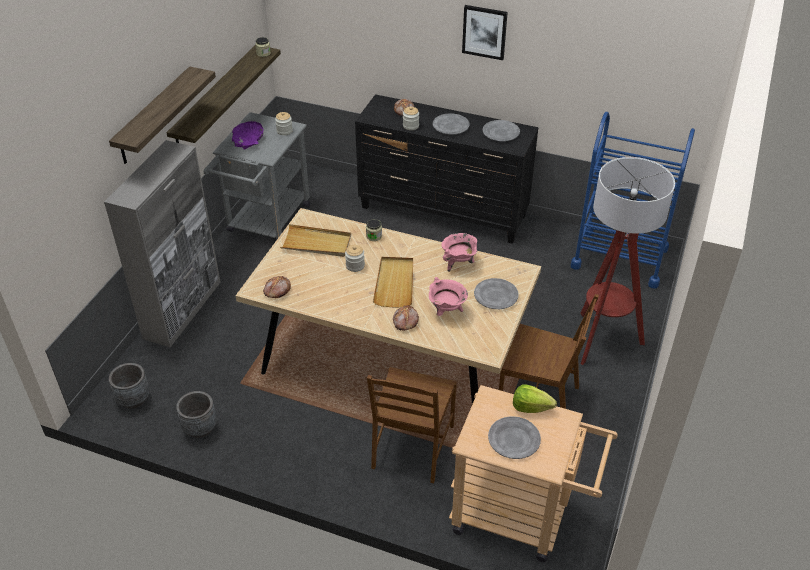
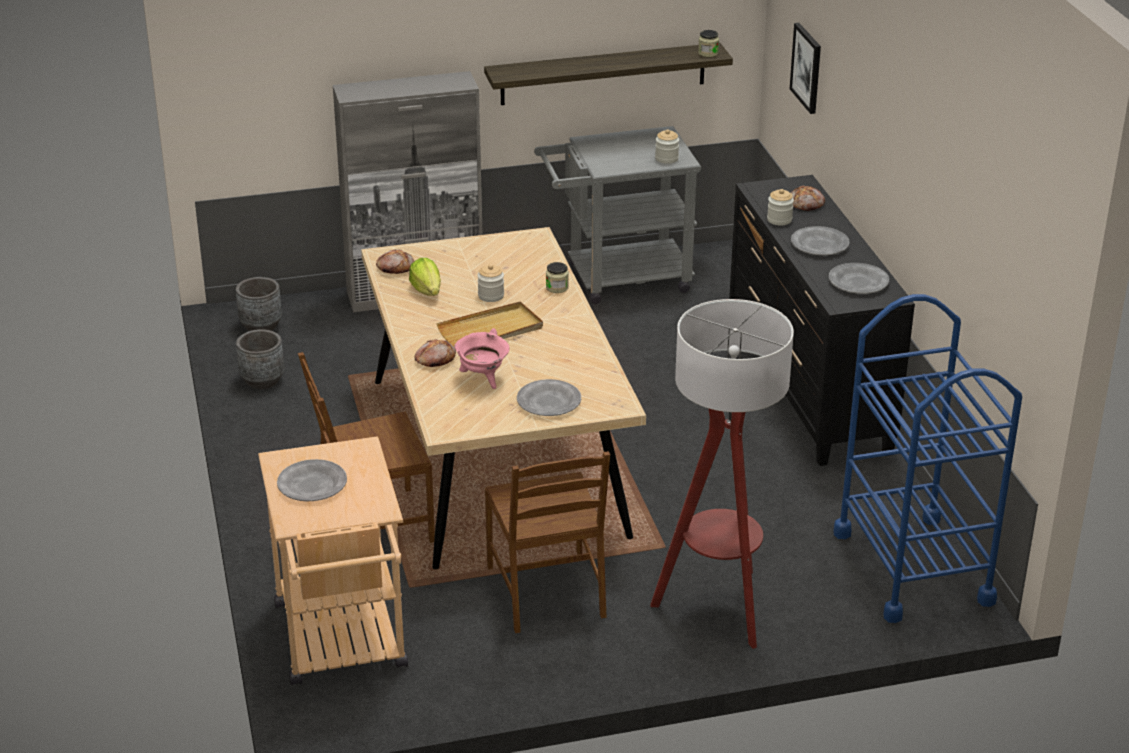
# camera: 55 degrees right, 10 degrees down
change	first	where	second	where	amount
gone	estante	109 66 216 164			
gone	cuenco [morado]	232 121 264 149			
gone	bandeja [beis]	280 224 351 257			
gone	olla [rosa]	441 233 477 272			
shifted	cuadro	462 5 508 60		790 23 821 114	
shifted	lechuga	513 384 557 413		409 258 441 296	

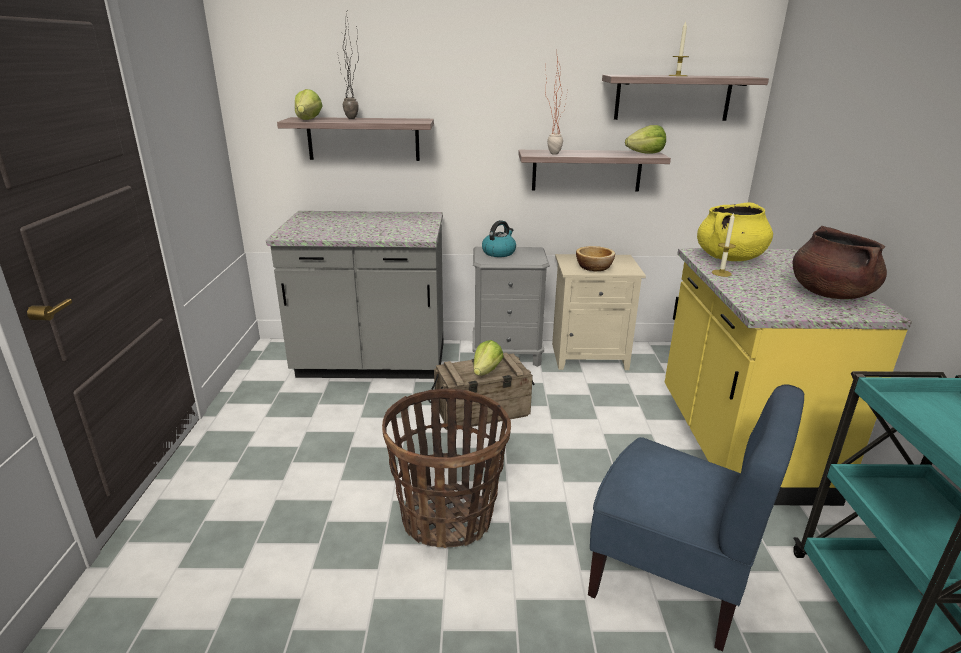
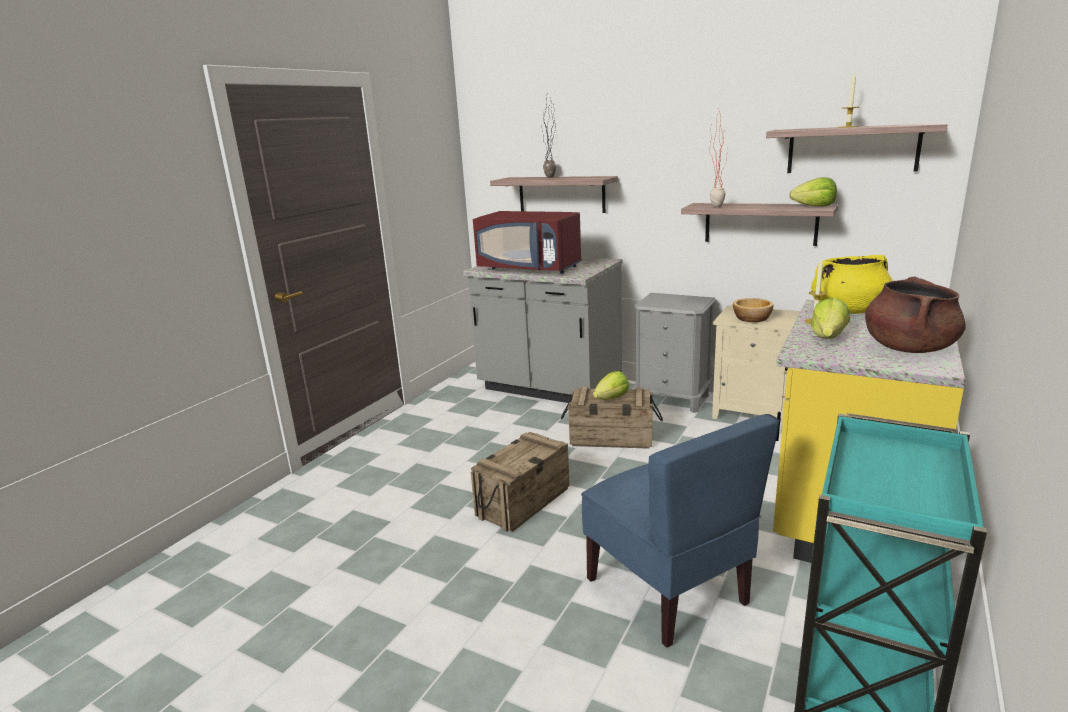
# camera: 30 degrees right, 5 degrees down
change	first	where	second	where	amount
shifted	lechuga	295 89 323 120		811 298 850 339	
swapped	cesta	382 388 511 548	caja de embalaje	471 432 570 532	
gone	hervidor	482 220 516 257			
new			microondas [rojo]	473 211 582 274	

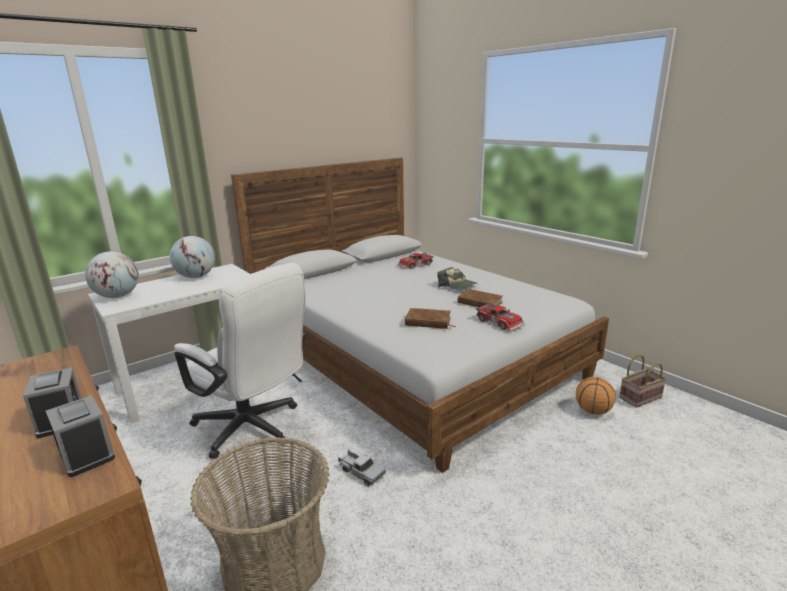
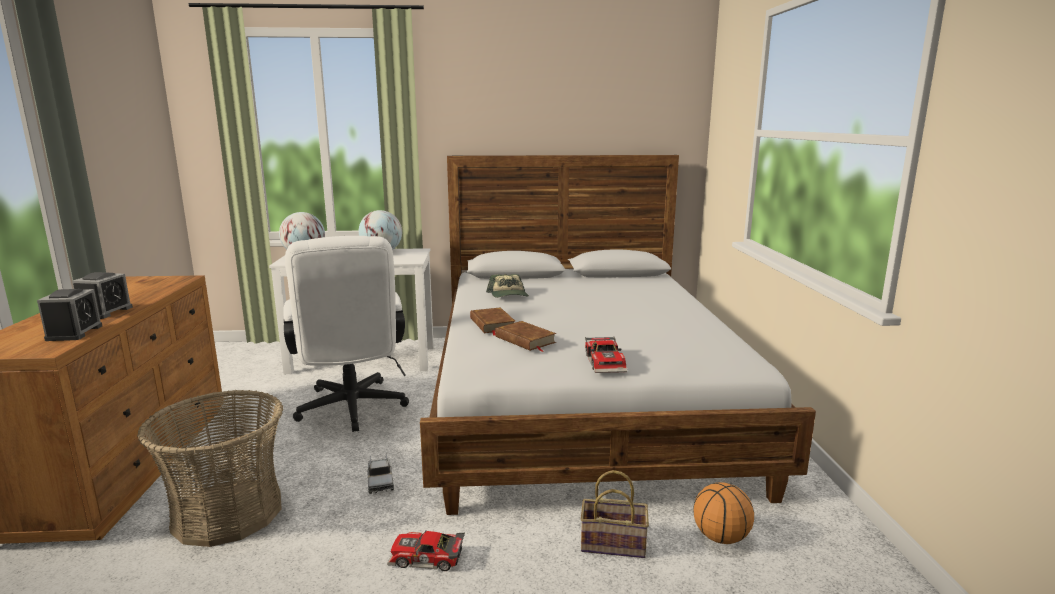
# camera: 35 degrees right, 5 degrees down
change	first	where	second	where	amount
shifted	coche de juguete	398 253 434 269		387 530 465 571	
shifted	gorra	437 267 476 290		486 274 529 298	
shifted	libro [marrón]	458 289 503 307		470 307 515 336	
shifted	cesta	619 354 667 408		581 470 649 558	

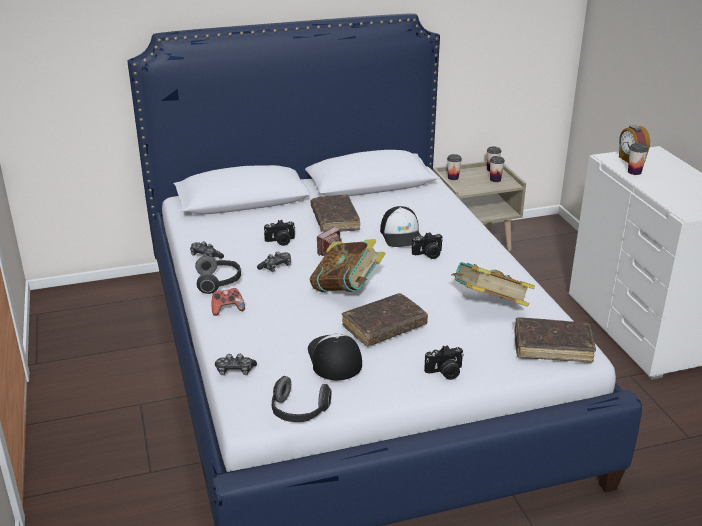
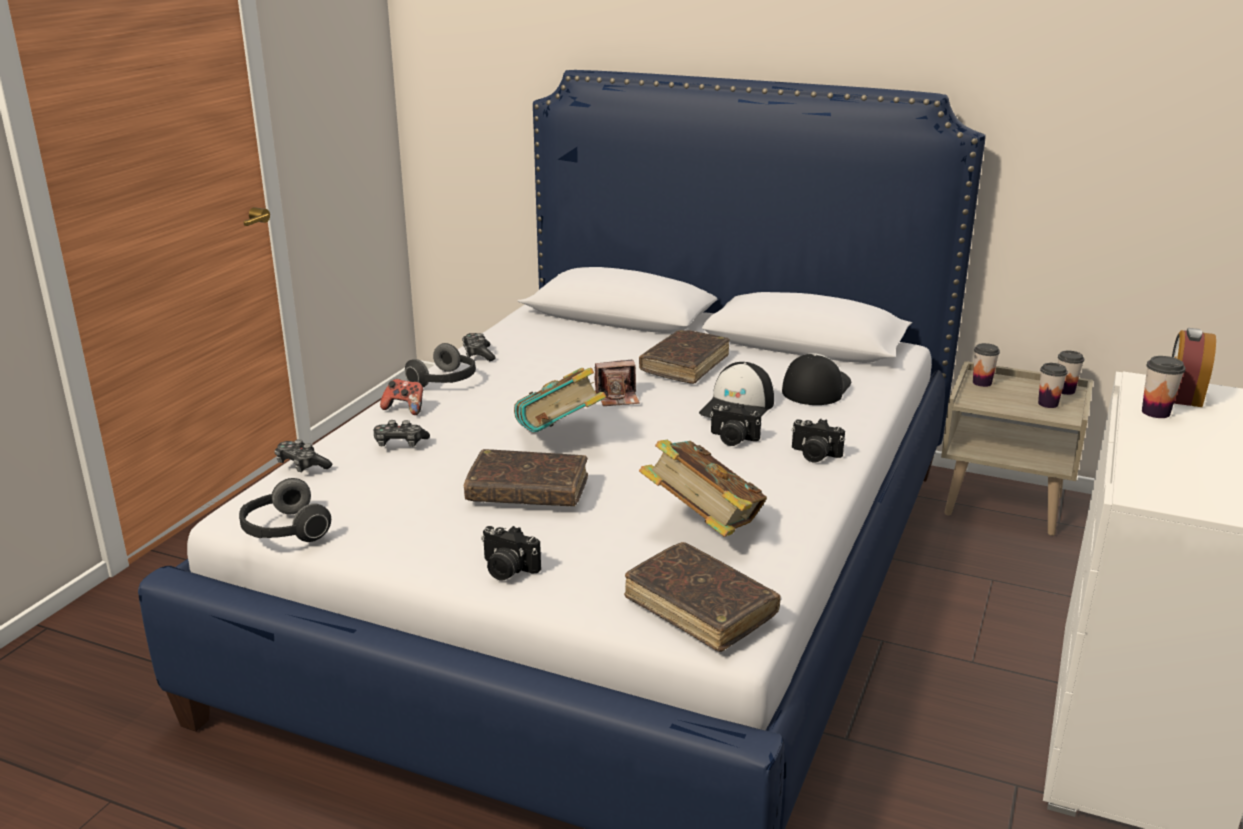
# camera: 40 degrees right, 5 degrees down
change	first	where	second	where	amount
shifted	mando de consola	257 252 291 272		374 420 430 447	
shifted	cámara	264 220 295 246		791 419 845 462	
shifted	gorra	308 334 362 380		782 353 851 405	

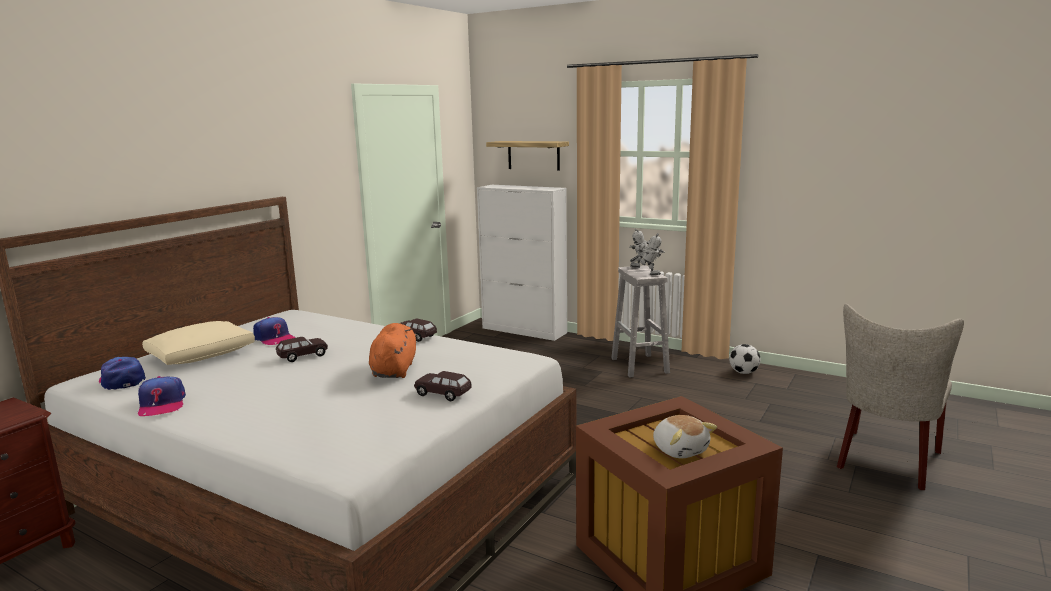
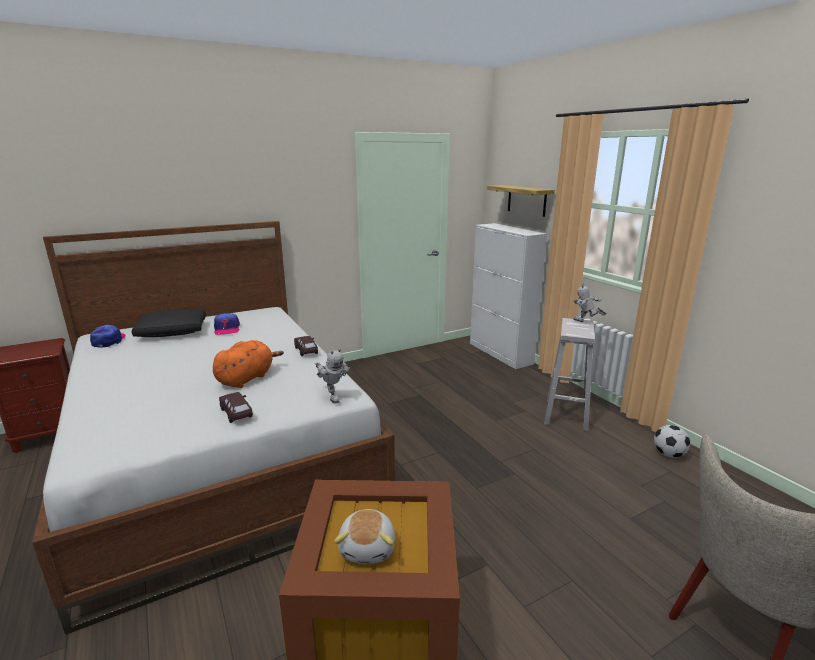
# camera: 30 degrees right, 5 degrees up
change	first	where	second	where	amount
gone	gorra	138 376 186 416			
repainted	cojín [beis]	142 321 255 365	cojín [negro]	132 309 206 337	
gone	coche de juguete [marrón]	276 337 328 362			
shifted	robot de juguete	630 233 665 275		315 348 350 404	

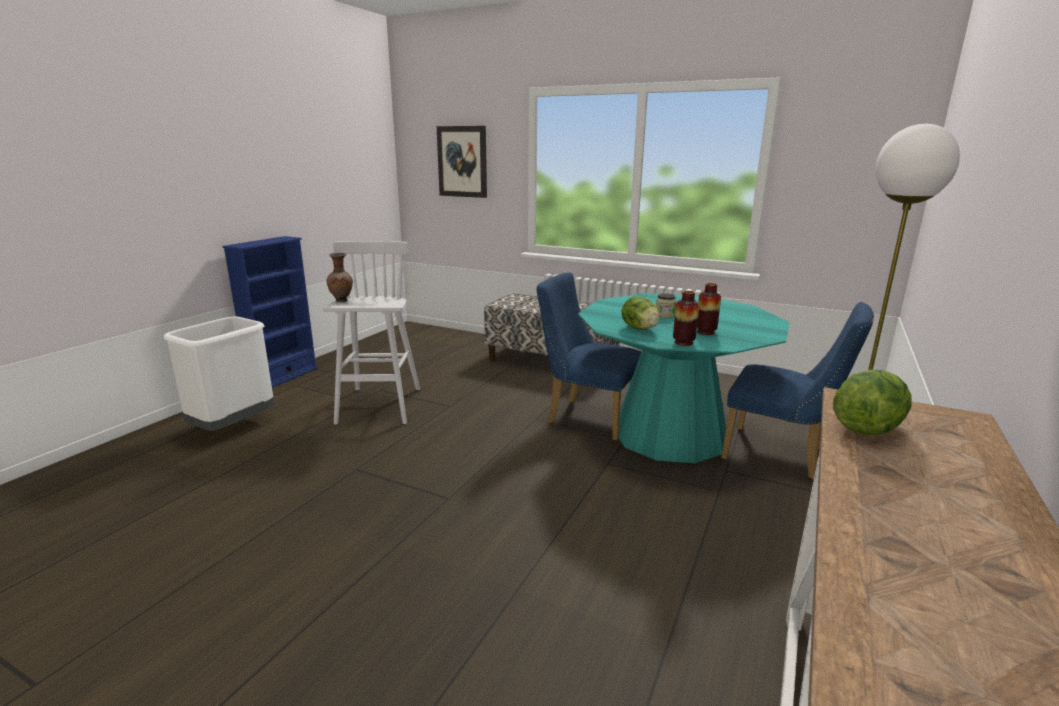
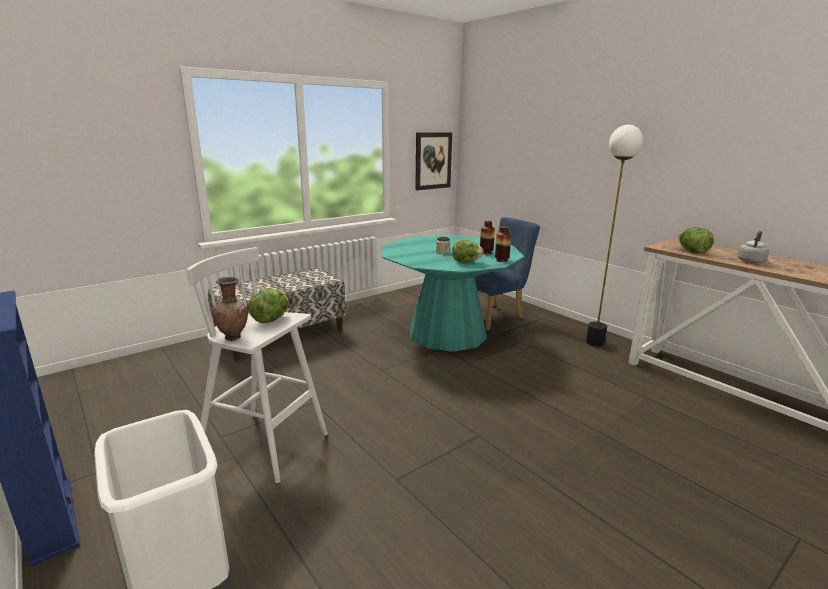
# camera: 65 degrees left, 0 degrees up
change	first	where	second	where	amount
shifted	cuadro	437 126 487 198		415 132 452 190	
gone	silla [azul]	536 272 642 441			
new			lechuga	248 289 288 323	
new			hervidor [gris]	737 231 769 263	

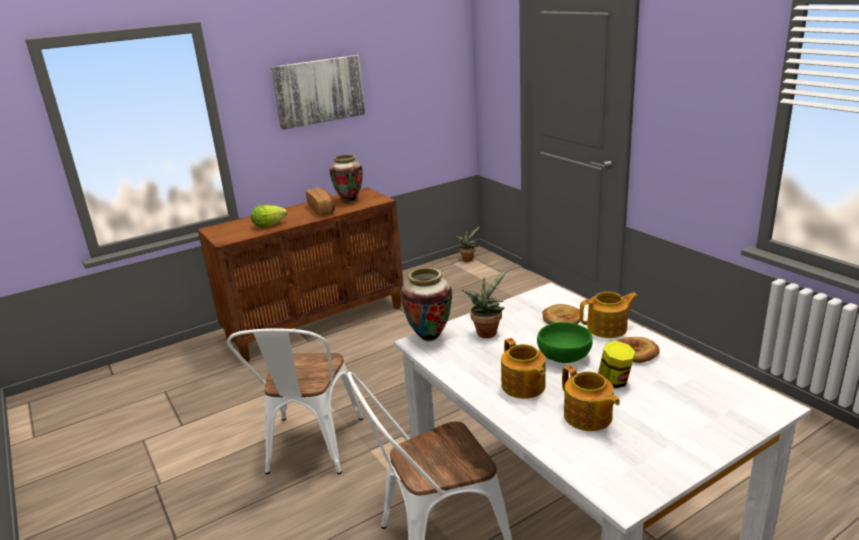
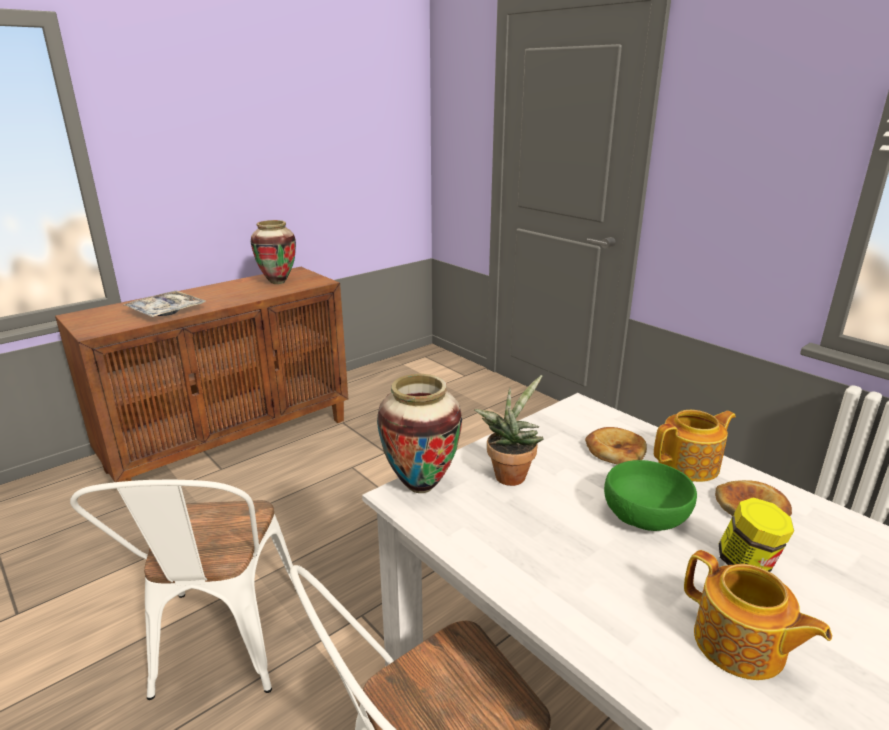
# camera: 10 degrees left, 0 degrees up
change	first	where	second	where	amount
swapped	lechuga	251 205 287 227	bandeja	124 290 206 317	
gone	cuadro	271 55 366 130			
gone	pan	306 187 336 216			
gone	planta en maceta	455 226 480 262			
gone	tetera	501 338 546 399			

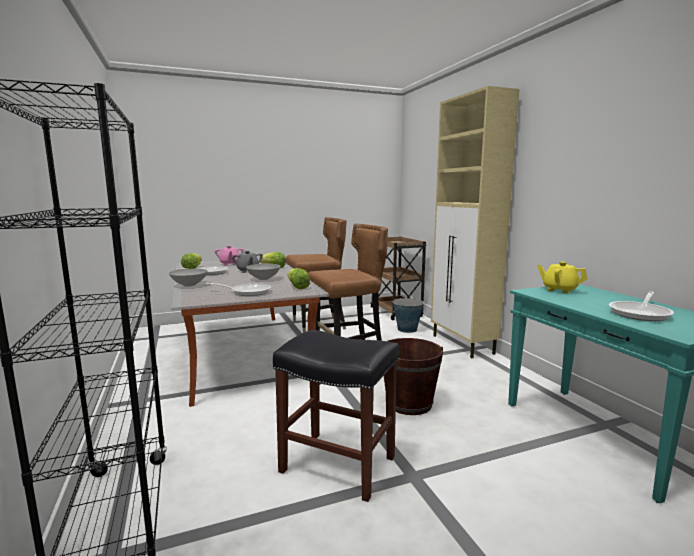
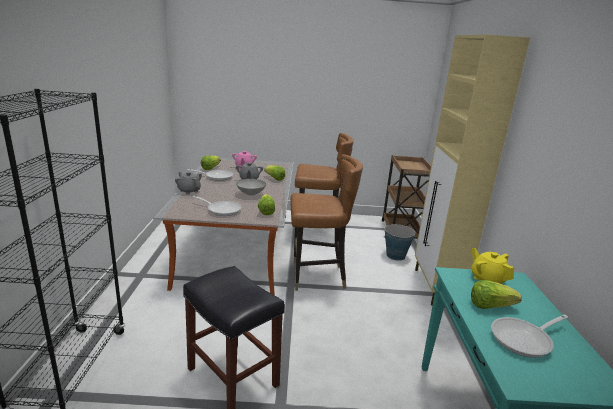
# camera: 20 degrees right, 10 degrees up
change	first	where	second	where	amount
swapped	cuenco [gris]	169 269 208 286	tetera [gris]	175 172 202 195	
gone	cubo [marrón]	384 338 443 415			
new			lechuga	471 280 522 309	

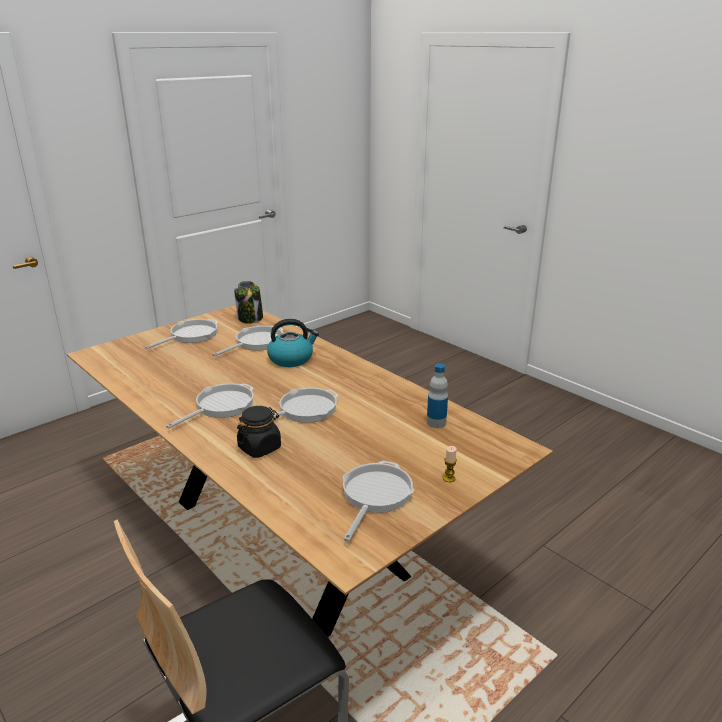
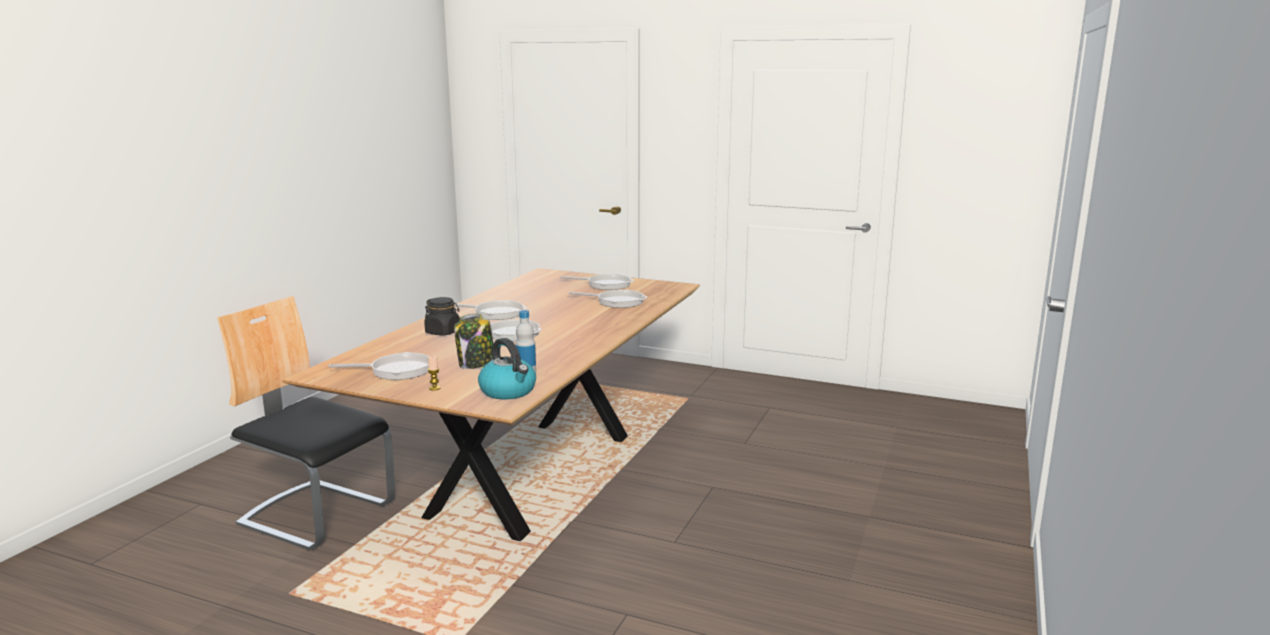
# camera: 65 degrees right, 10 degrees down
change	first	where	second	where	amount
shifted	tarro	234 281 263 324		454 314 493 369	
shifted	hervidor	267 319 319 367		478 338 536 399	

